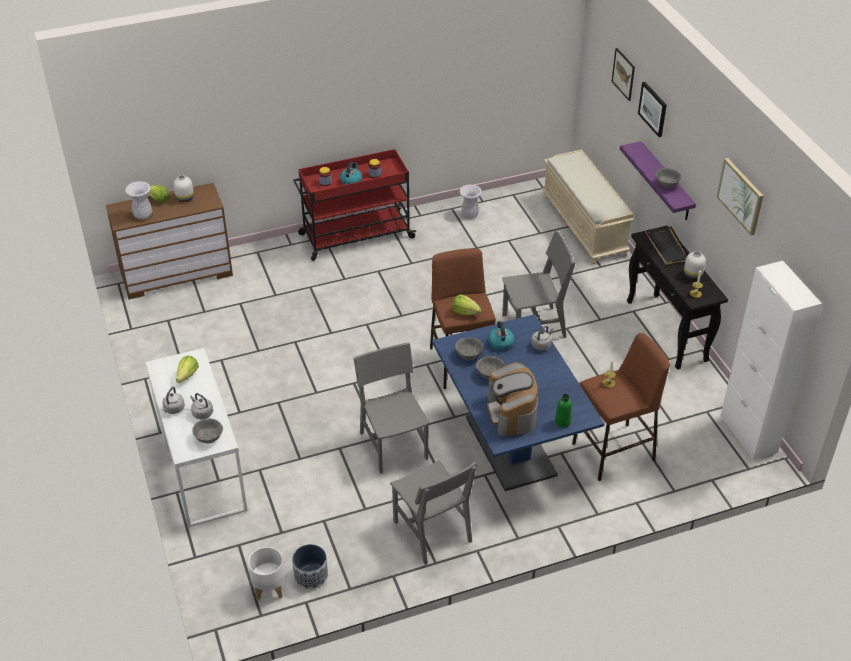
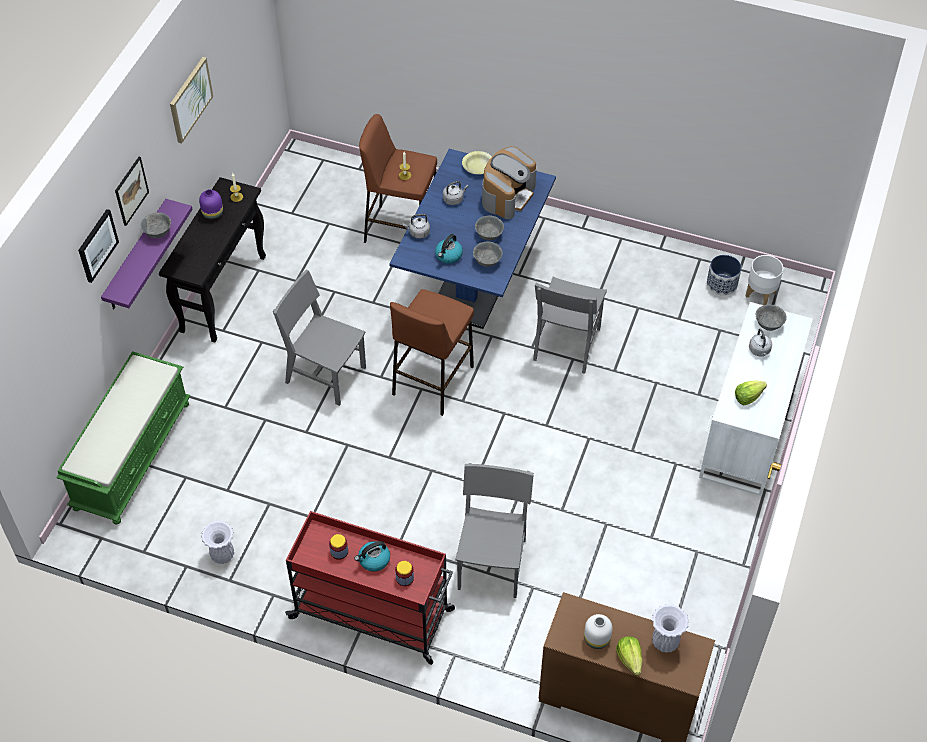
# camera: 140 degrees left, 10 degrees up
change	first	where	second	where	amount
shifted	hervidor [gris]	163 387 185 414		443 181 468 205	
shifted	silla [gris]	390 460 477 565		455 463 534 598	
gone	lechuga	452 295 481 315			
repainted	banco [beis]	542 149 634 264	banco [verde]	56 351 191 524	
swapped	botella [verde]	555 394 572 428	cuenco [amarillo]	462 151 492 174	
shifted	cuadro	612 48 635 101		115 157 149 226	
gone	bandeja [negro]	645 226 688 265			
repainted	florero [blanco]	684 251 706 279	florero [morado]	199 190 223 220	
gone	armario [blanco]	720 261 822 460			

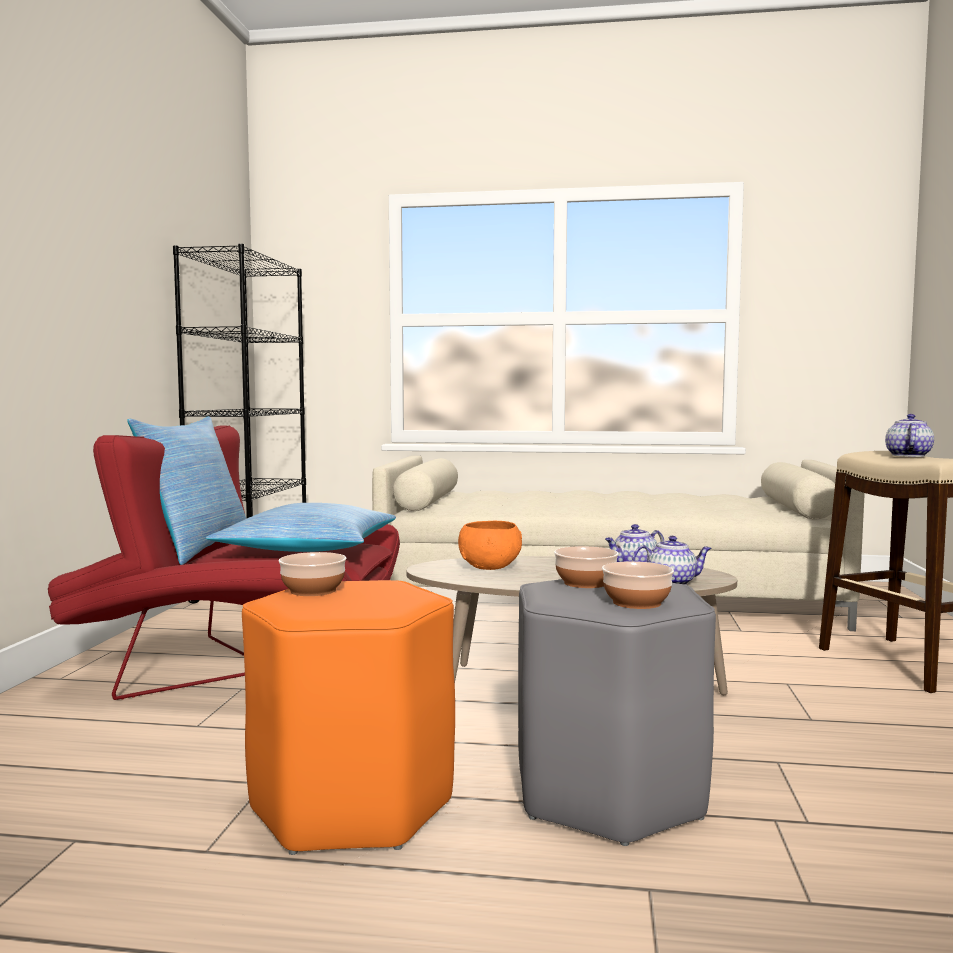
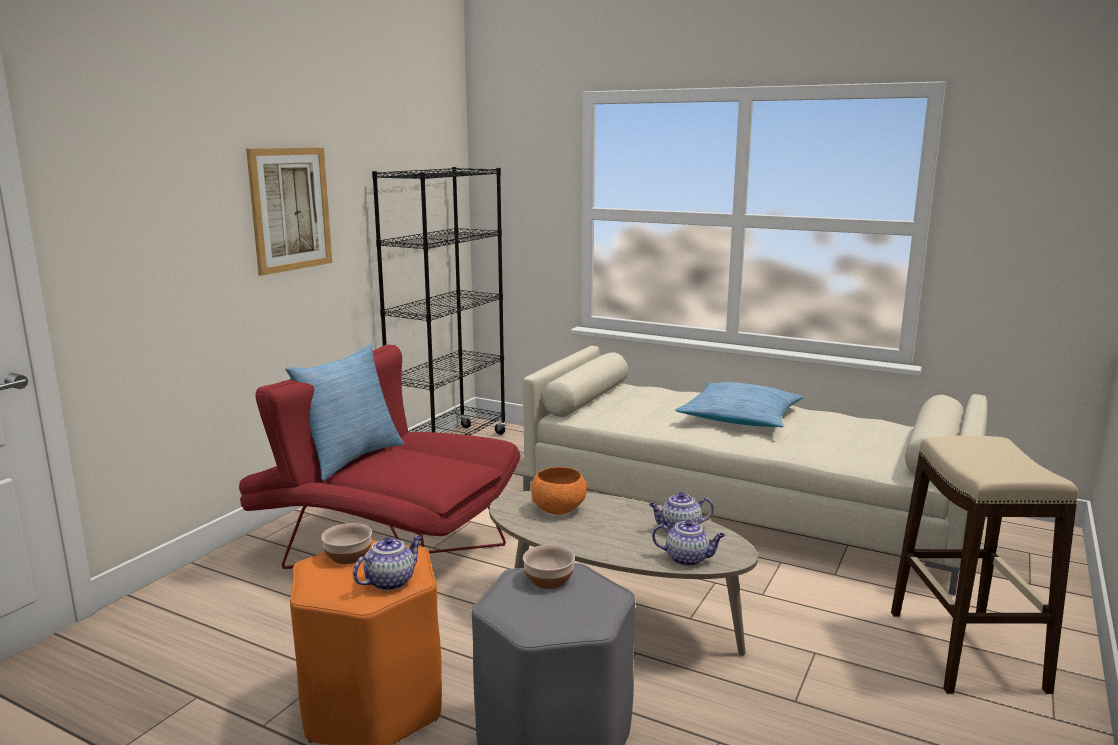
# camera: 20 degrees right, 10 degrees up
change	first	where	second	where	amount
shifted	cojín	206 503 396 552		675 382 803 427	
gone	cuenco	602 561 674 609			
shifted	tetera	885 414 934 457		353 535 422 591	
new			cuadro	246 148 332 276	

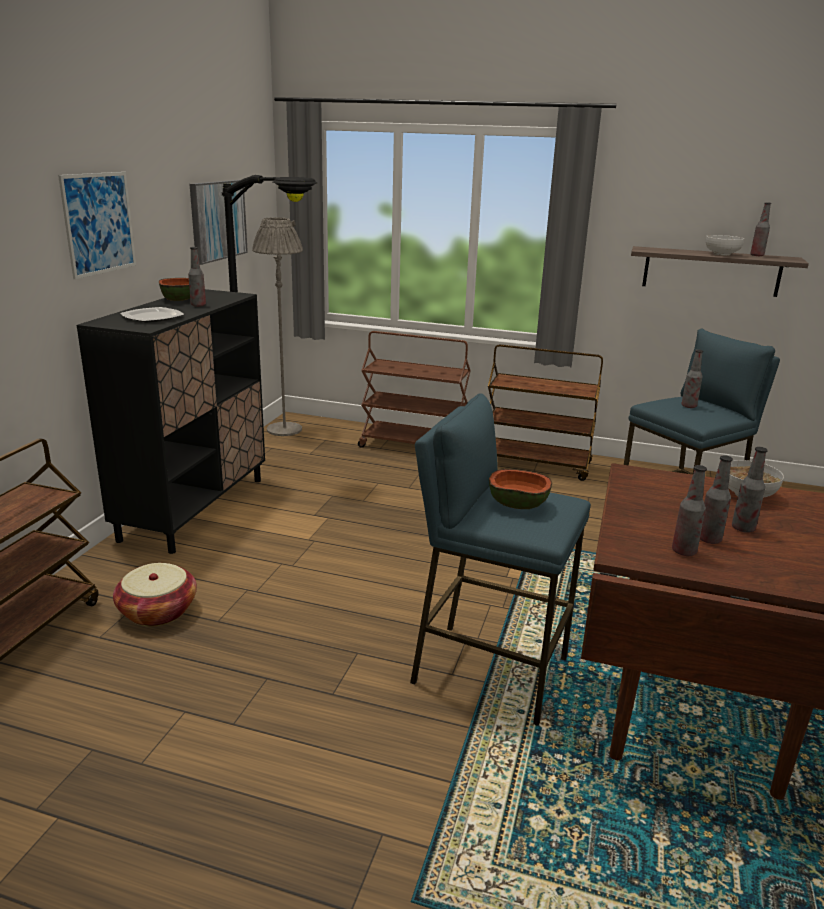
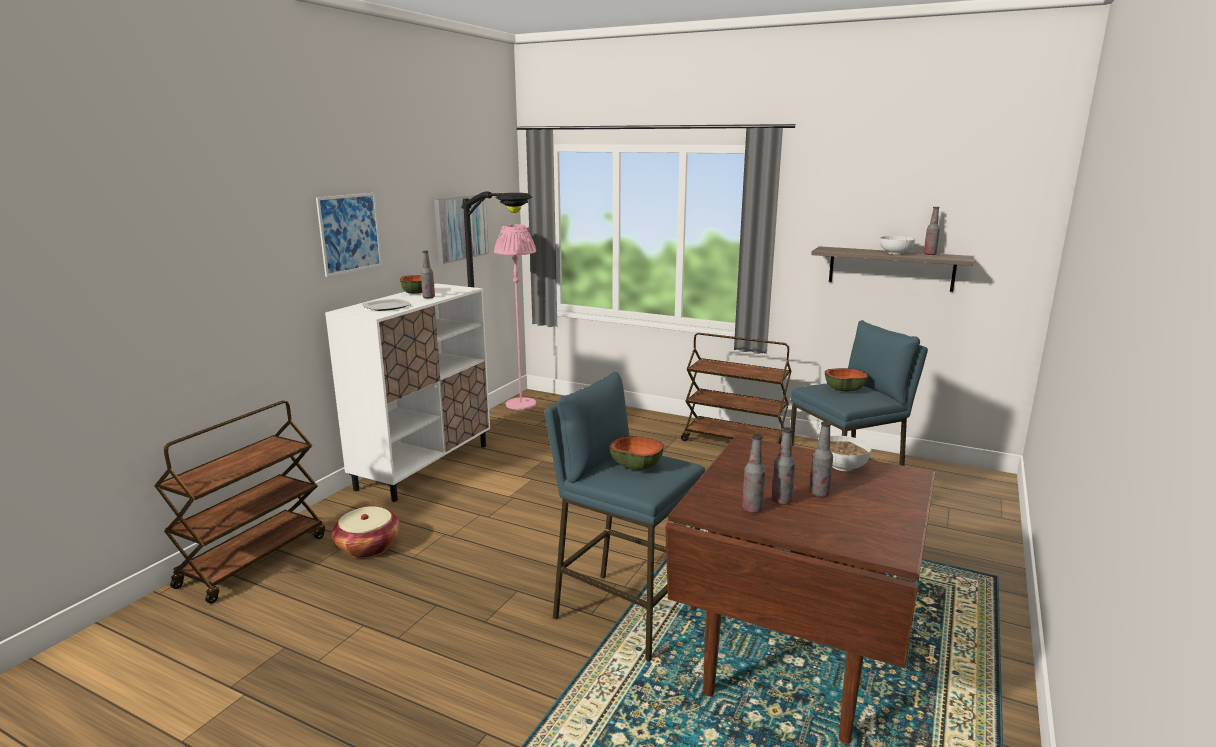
# camera: 10 degrees right, 5 degrees down
change	first	where	second	where	amount
repainted	armario [negro]	76 289 265 554	armario [blanco]	325 283 490 502	
repainted	lámpara de pie [gris]	252 217 303 436	lámpara de pie [rosa]	494 224 536 410	
gone	carrito [marrón]	358 331 471 448			
swapped	botella	682 349 703 408	cuenco	825 368 868 392	

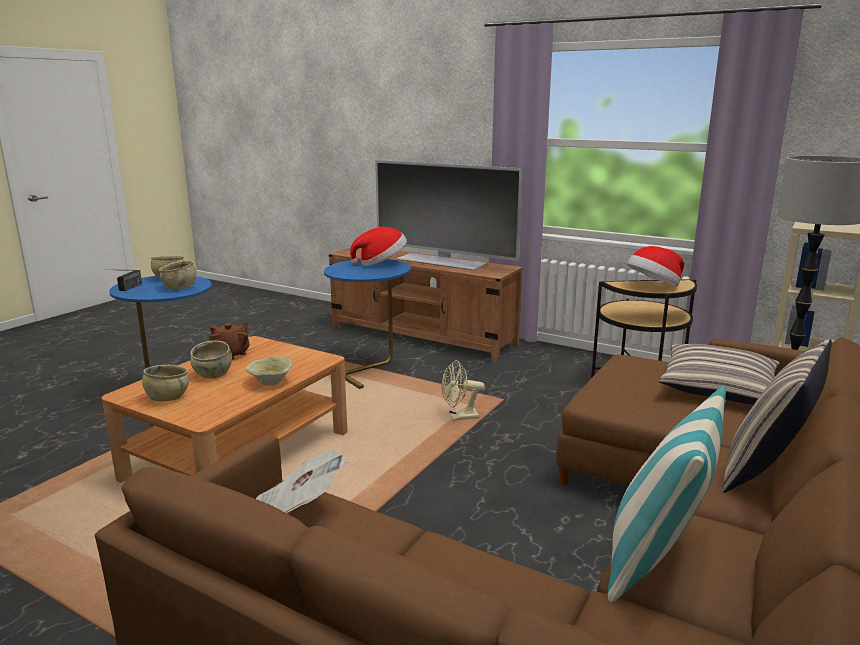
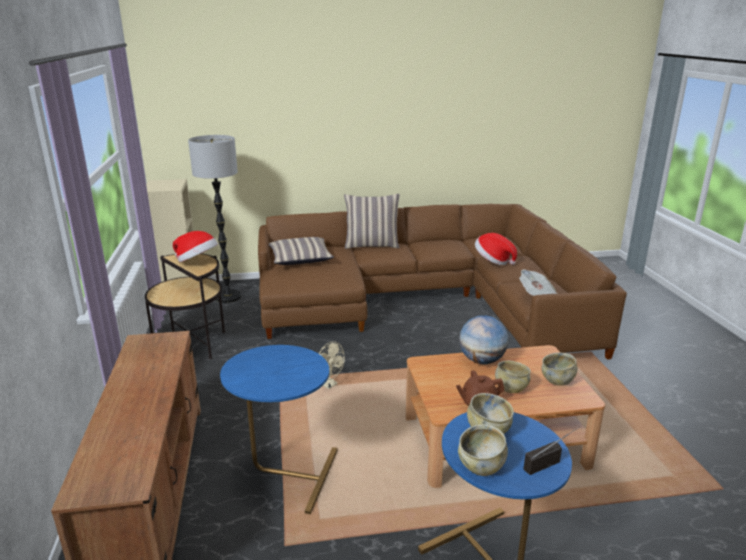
# camera: 130 degrees left, 5 degrees up
change	first	where	second	where	amount
swapped	cuenco [beis]	246 356 293 386	globo terráqueo	459 315 508 364	
shifted	sombrero	350 227 407 266		475 233 517 265	
gone	televisor	375 160 523 271			
gone	cojín	607 386 726 602			

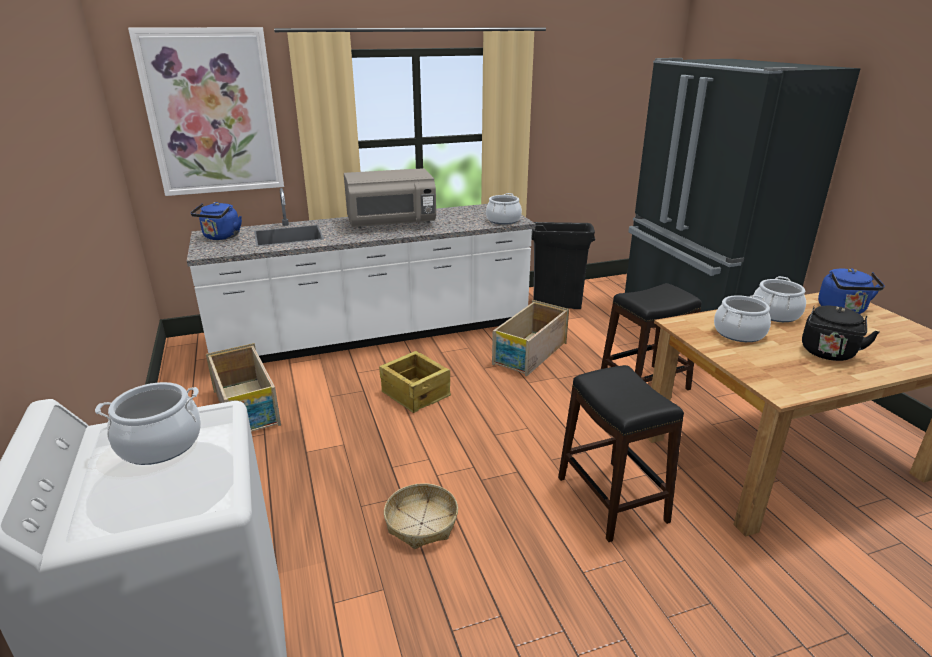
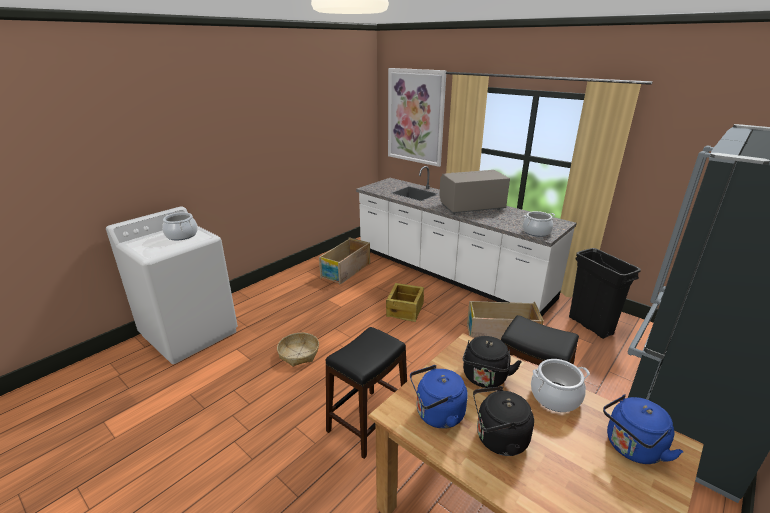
# camera: 60 degrees right, 0 degrees up
change	first	where	second	where	amount
shifted	hervidor [azul]	190 202 242 240		410 365 468 429	
rotated	microondas [gris]	344 168 436 228		439 170 510 215	120 degrees clockwise
swapped	olla	714 295 771 342	hervidor [negro]	463 336 522 388	

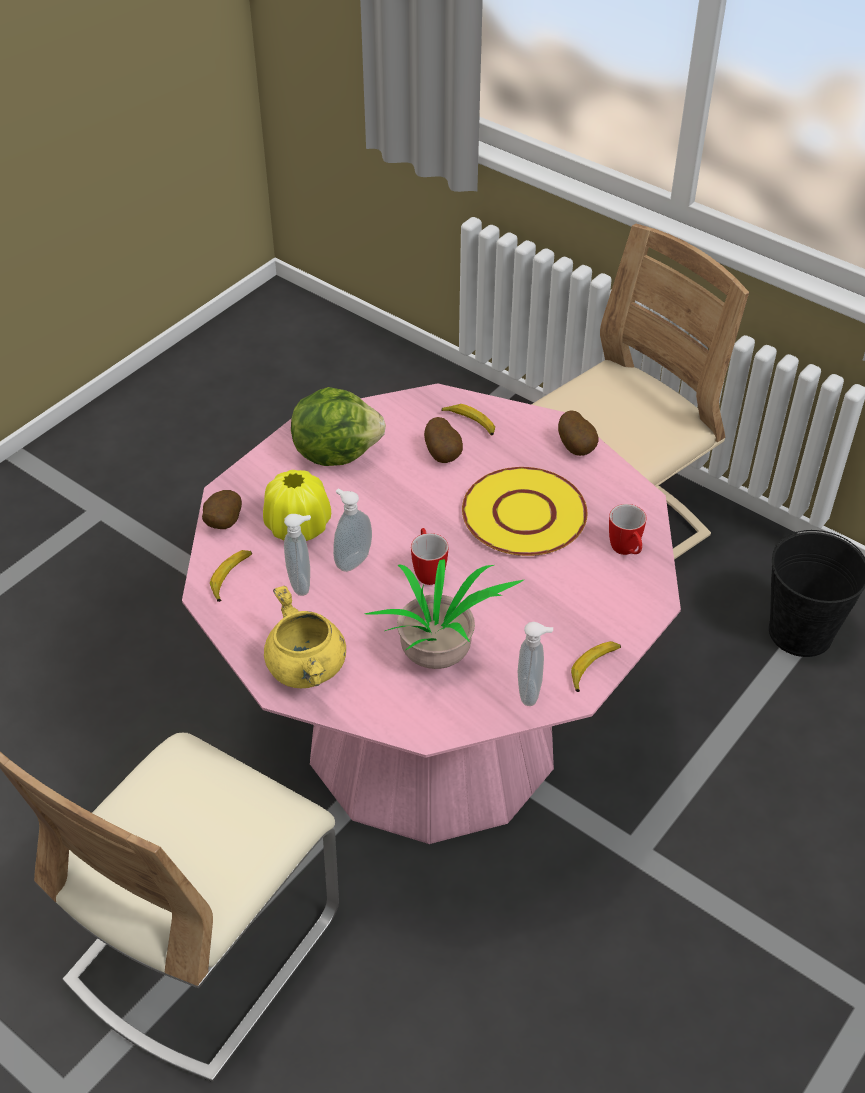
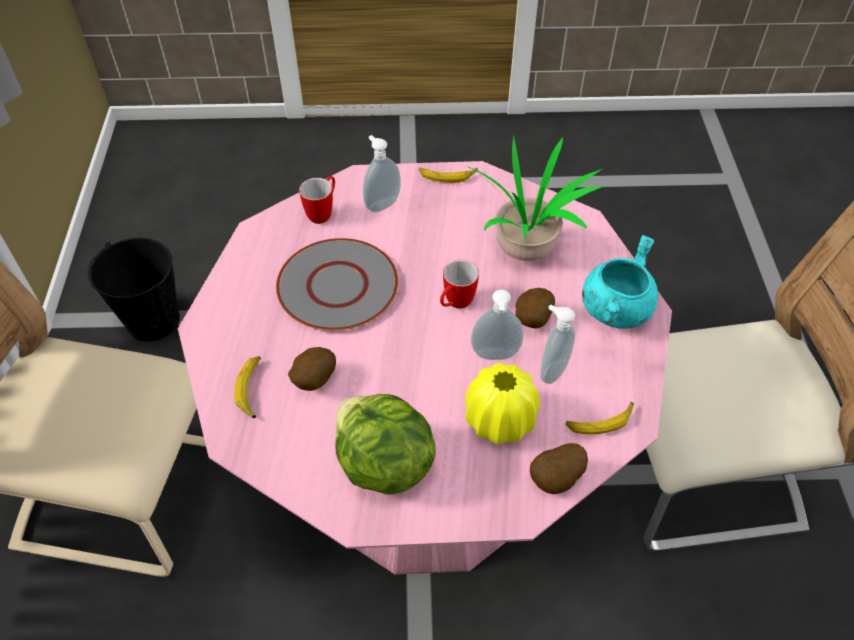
# camera: 130 degrees left, 5 degrees up
change	first	where	second	where	amount
repainted	olla [amarillo]	264 586 346 688	olla [turquesa]	582 235 658 329	
repainted	plato [amarillo]	462 467 587 556	plato [gris]	276 238 398 331	
shifted	dispensador de jabón	518 622 553 706		363 135 401 212	
shifted	patata	558 410 599 456		515 288 555 328	

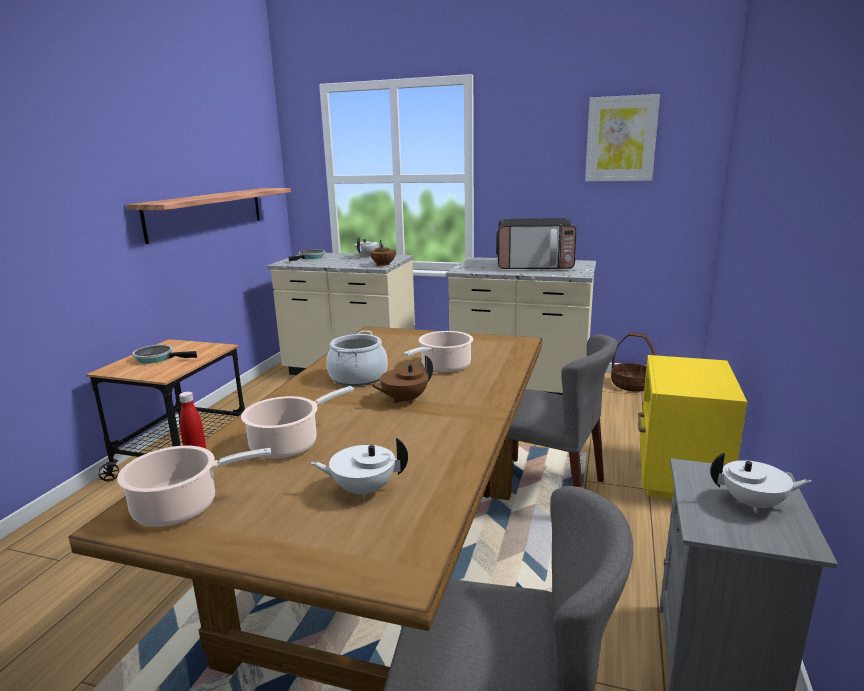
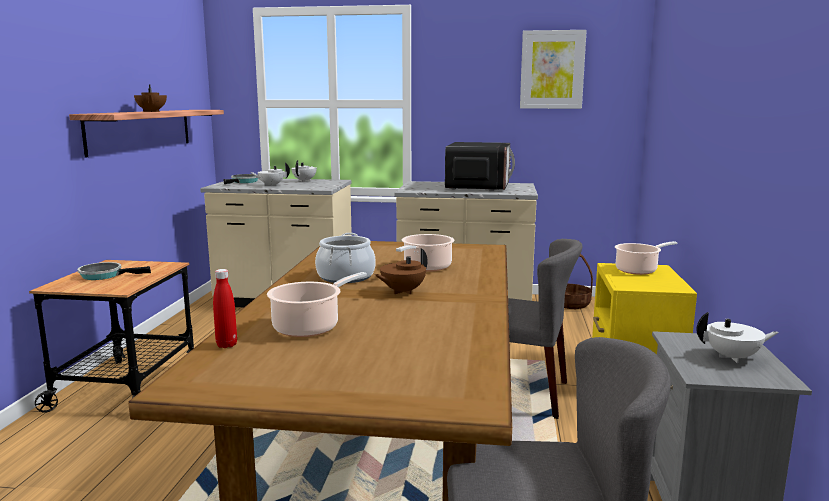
# camera: 10 degrees left, 5 degrees down
change	first	where	second	where	amount
shifted	olla	117 446 271 527		615 241 677 275	
shifted	tetera [blanco]	310 437 408 499		250 163 290 186	
shifted	tetera [marrón]	370 240 396 266		134 84 167 112	
rotated	microondas	496 218 577 269		445 142 515 191	75 degrees counterclockwise

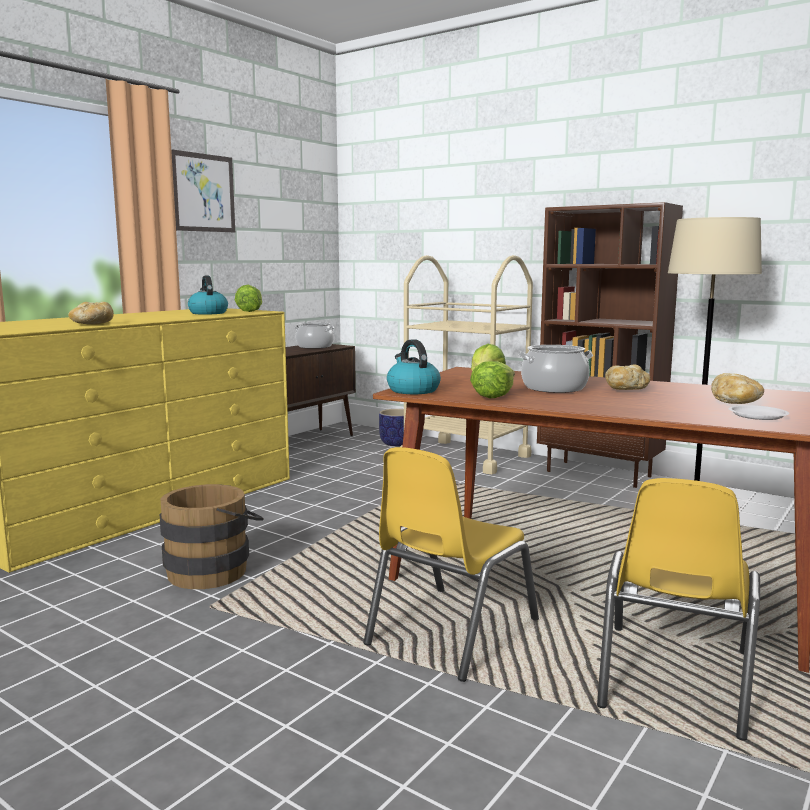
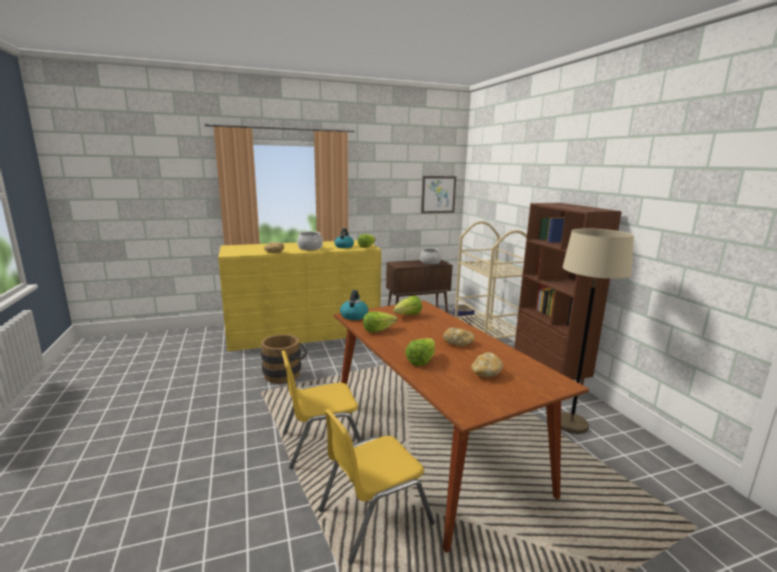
# camera: 35 degrees right, 5 degrees up
change	first	where	second	where	amount
shifted	cuadro	171 149 235 232		421 176 456 213	
shifted	olla	519 345 593 393		297 231 323 250	
gone	plato [blanco]	729 405 789 420			
new			lechuga	405 338 435 366	

